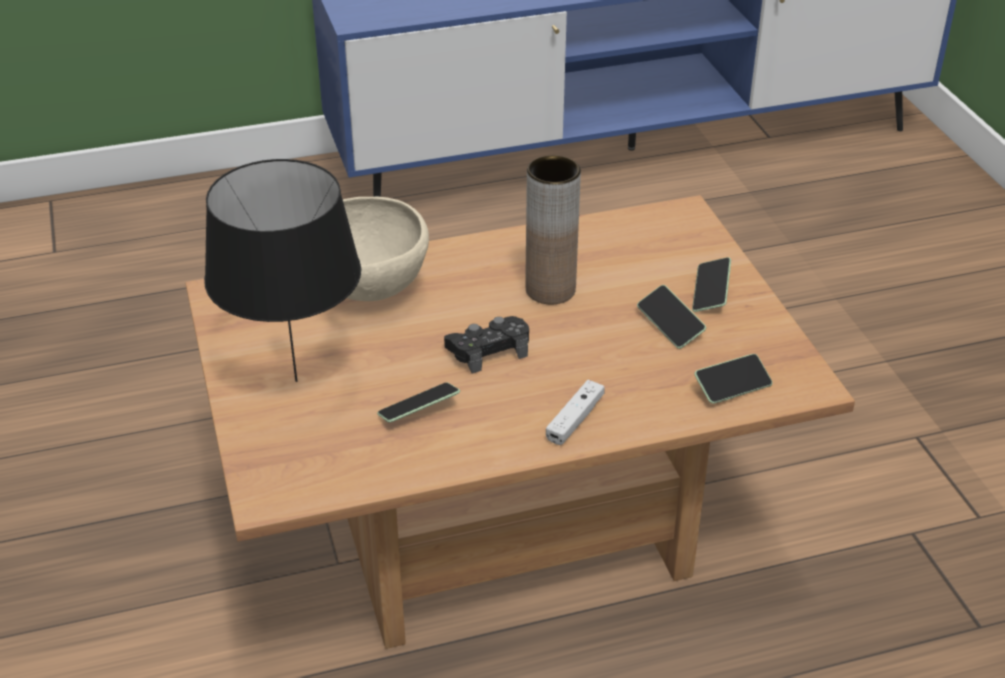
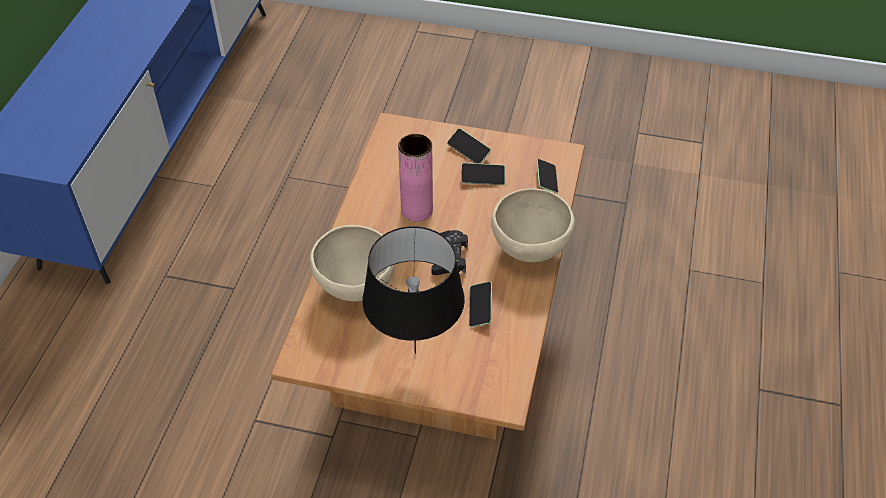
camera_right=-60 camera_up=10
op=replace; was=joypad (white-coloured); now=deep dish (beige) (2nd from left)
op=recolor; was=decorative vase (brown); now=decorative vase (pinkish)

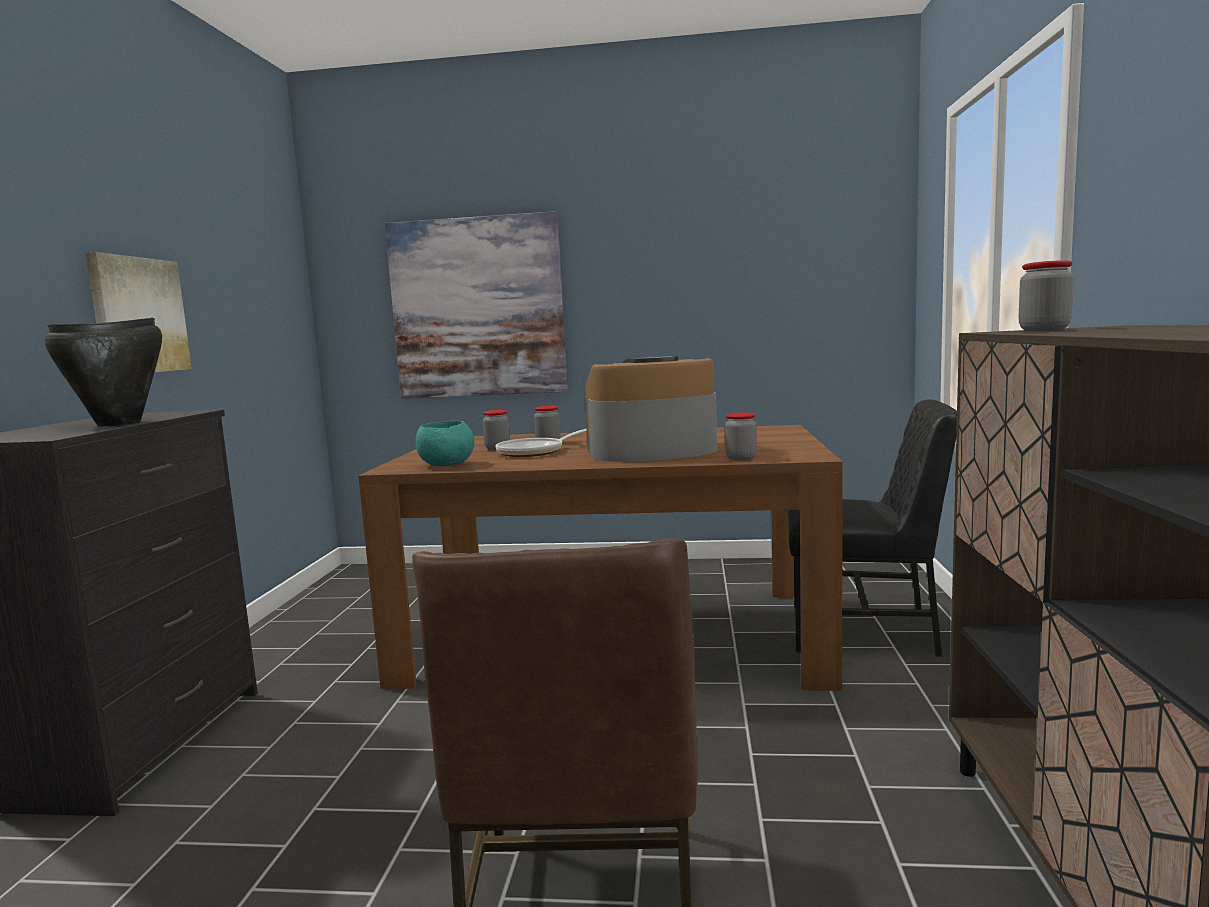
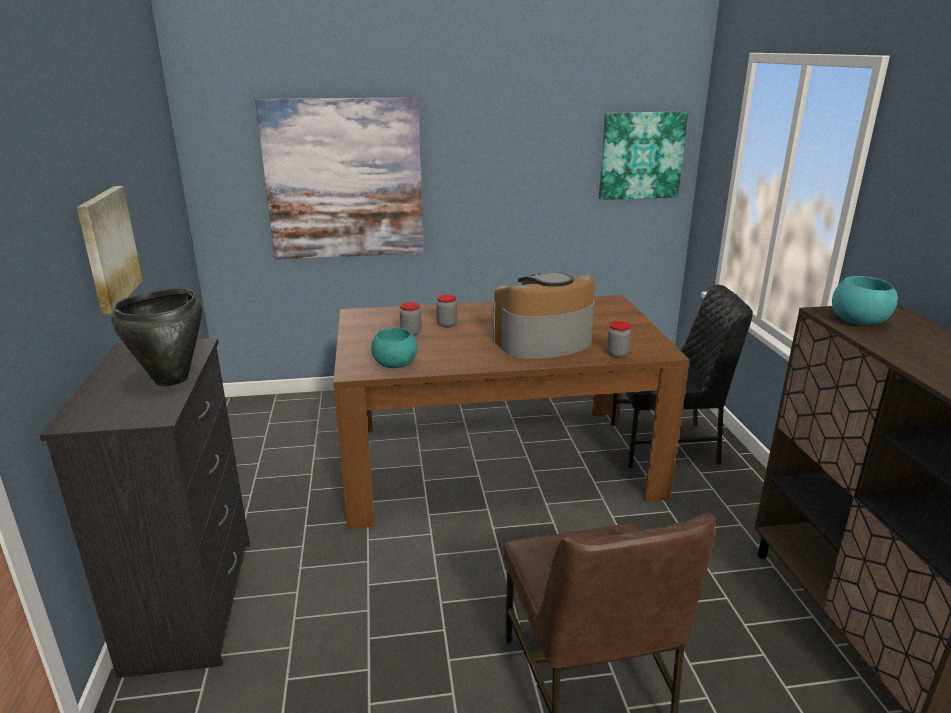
camera_right=-15 camera_up=15
op=delete; was=pan
op=insert; now=wall art (3rd from left)
op=replace; was=preserve jar (4th from left); now=deep dish (blue-green) (2nd from left)

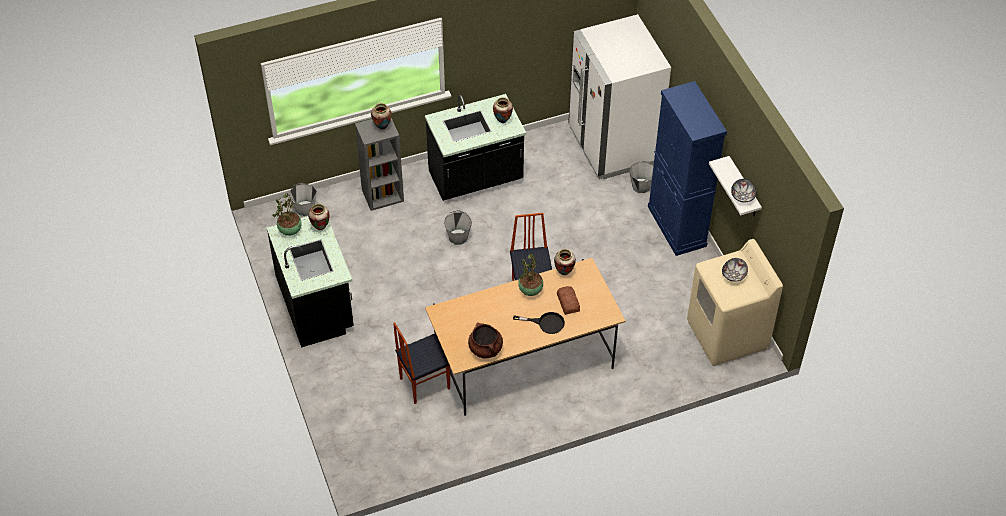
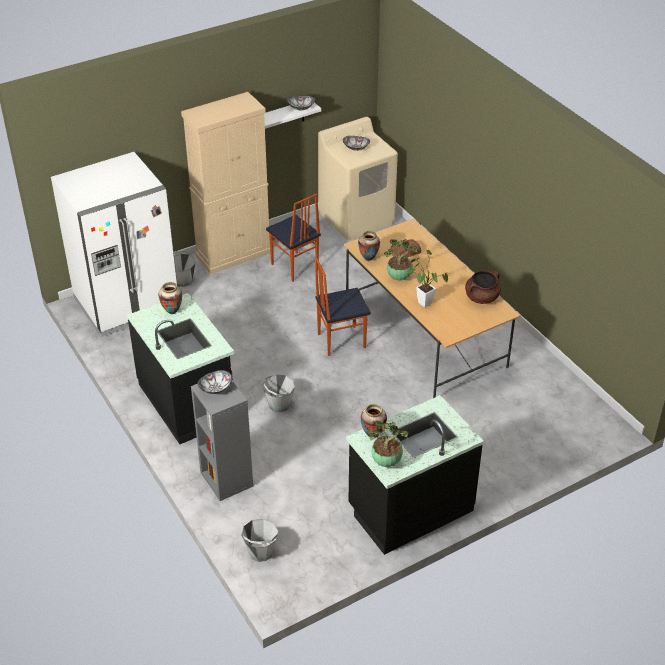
camera_right=-100 camera_up=-10
op=delete; was=pan (black)
op=insert; now=potted plant (3rd from left)
op=move; was=chair (1st from left)
op=replace; was=decorative vase (2nd from left); now=deep dish (1st from left)
op=recolor; was=cupboard (blue); now=cupboard (beige)

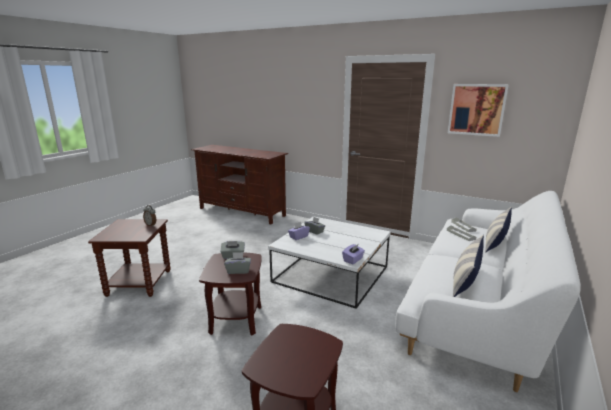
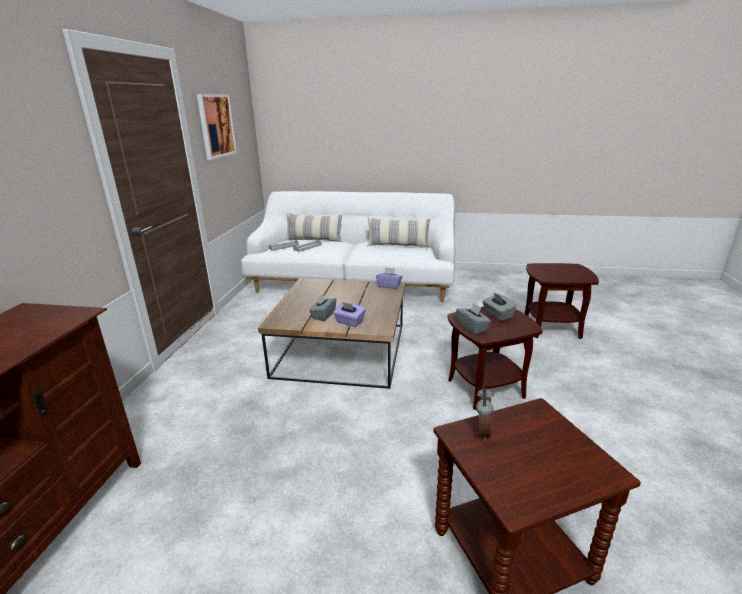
camera_right=-110 camera_up=5
op=recolor; was=lounge table (white-coloured); now=lounge table (brown)

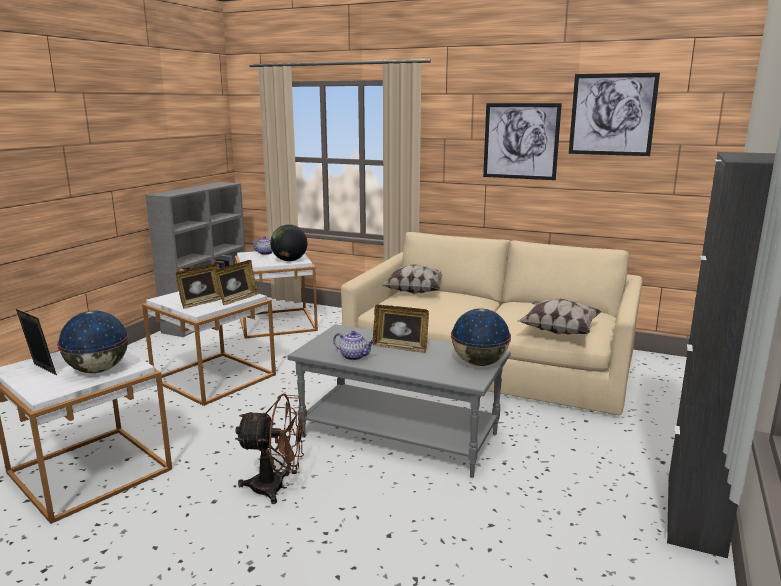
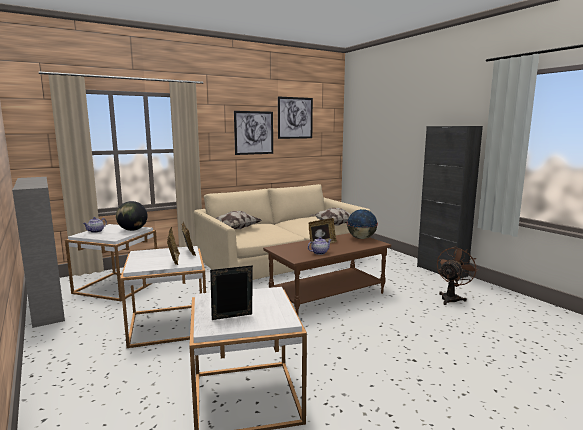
camera_right=-55 camera_up=-5
op=delete; was=world globe (1st from left)
op=move; was=cooling fan (brown)
op=recolor; was=lounge table (greyish); now=lounge table (brown)

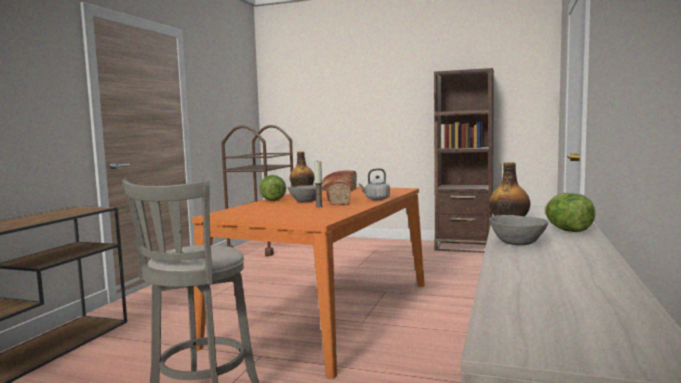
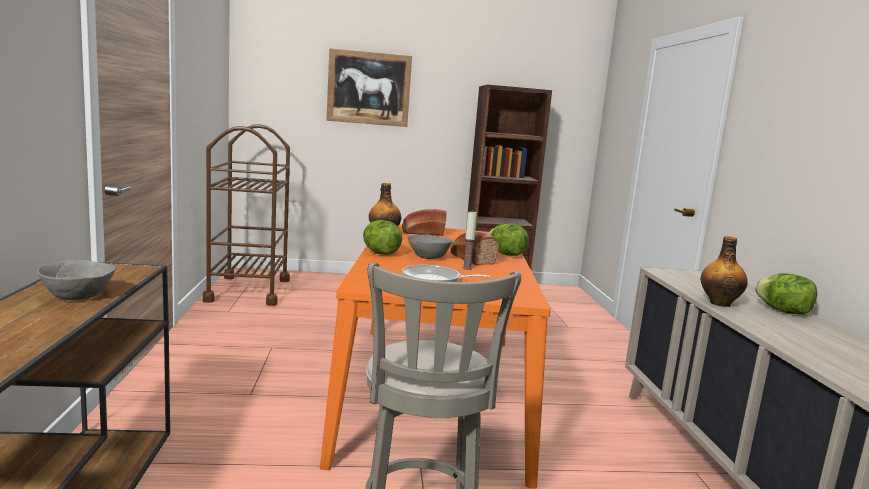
camera_right=-25 camera_up=5
op=insert; now=wall art
op=insert; now=pan
op=move; was=deep dish (greyish) (2nd from left in the first image); now=deep dish (greyish) (1st from left)
op=replace; was=tea kettle (greyish); now=head of lettuce (2nd from left)

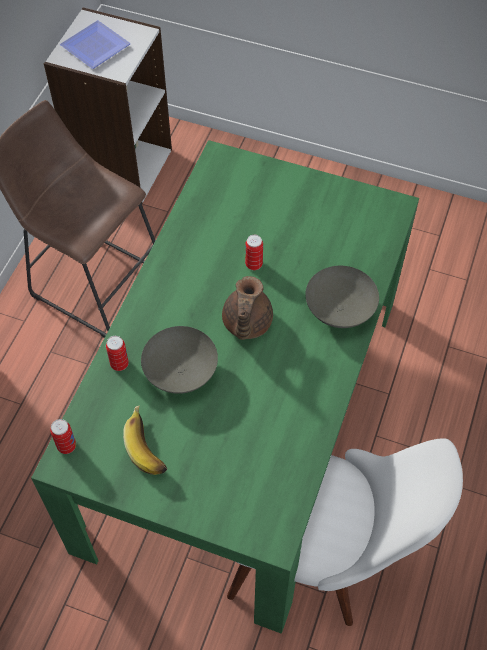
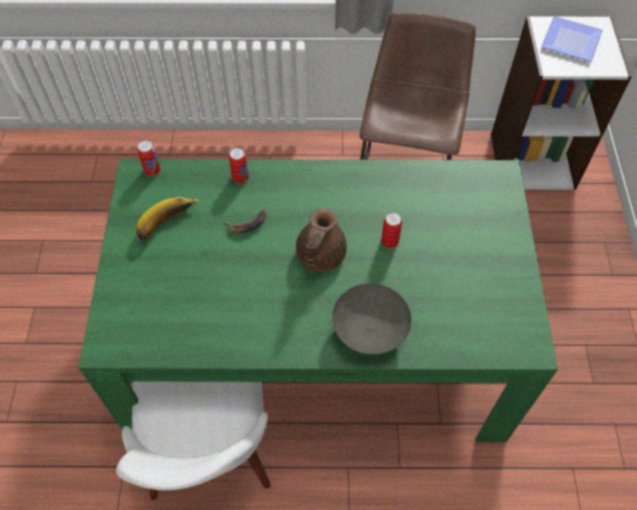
camera_right=70 camera_up=0
op=replace; was=deep dish (greyish) (1st from left); now=banana (2nd from left)
op=rotate; was=tea pot (brown); clockwise=-60

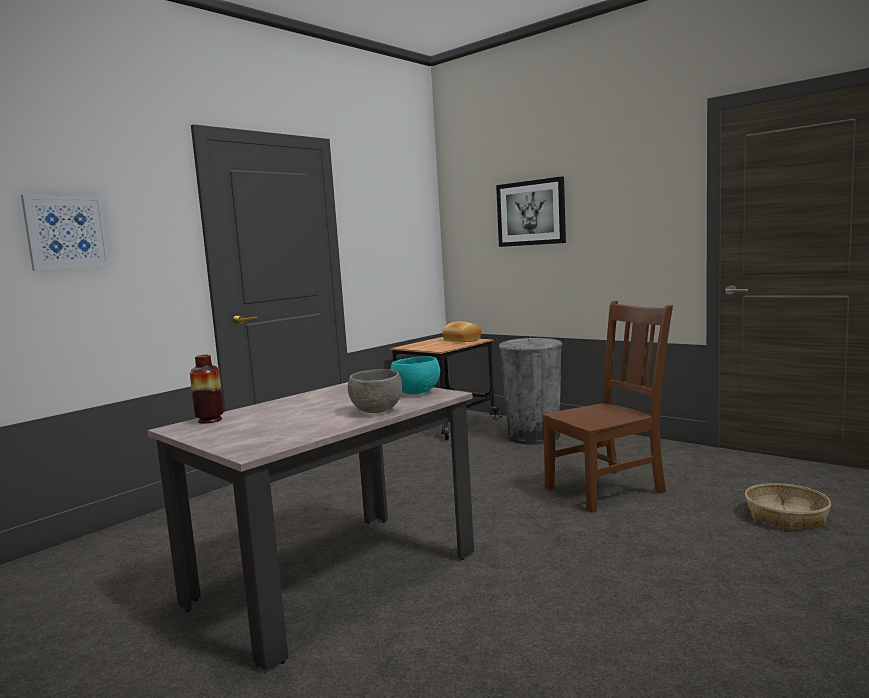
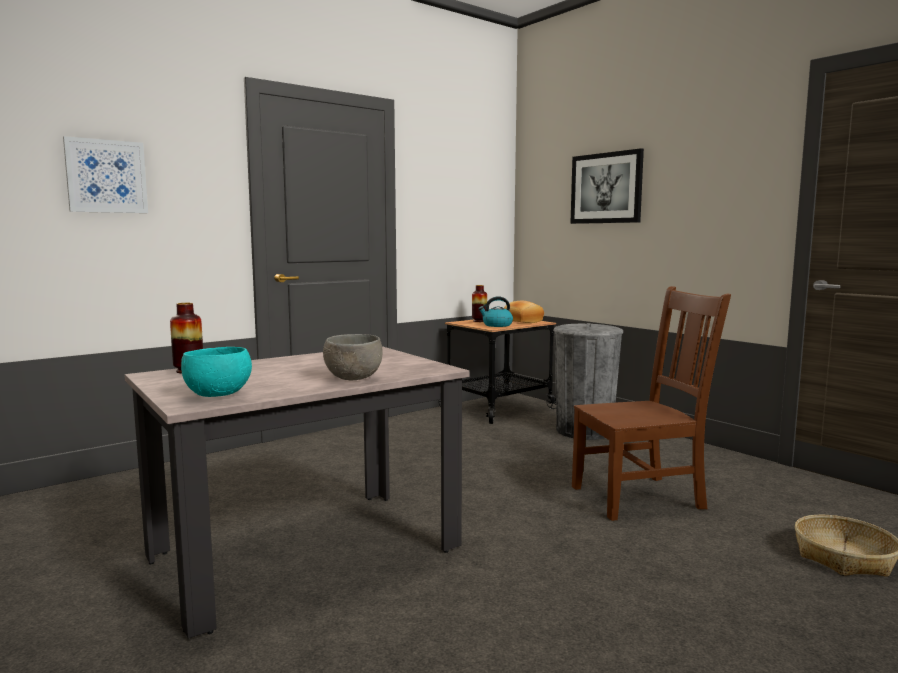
camera_right=10 camera_up=0
op=insert; now=decorative vase (2nd from left)
op=insert; now=tea kettle
op=move; was=deep dish (blue-green)

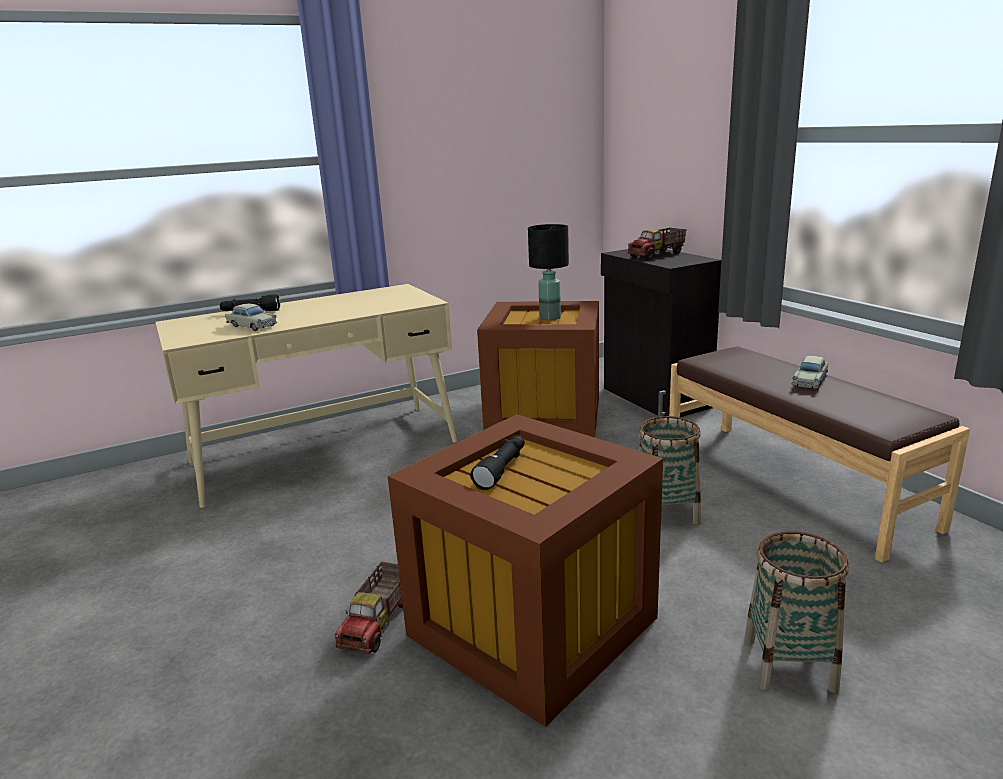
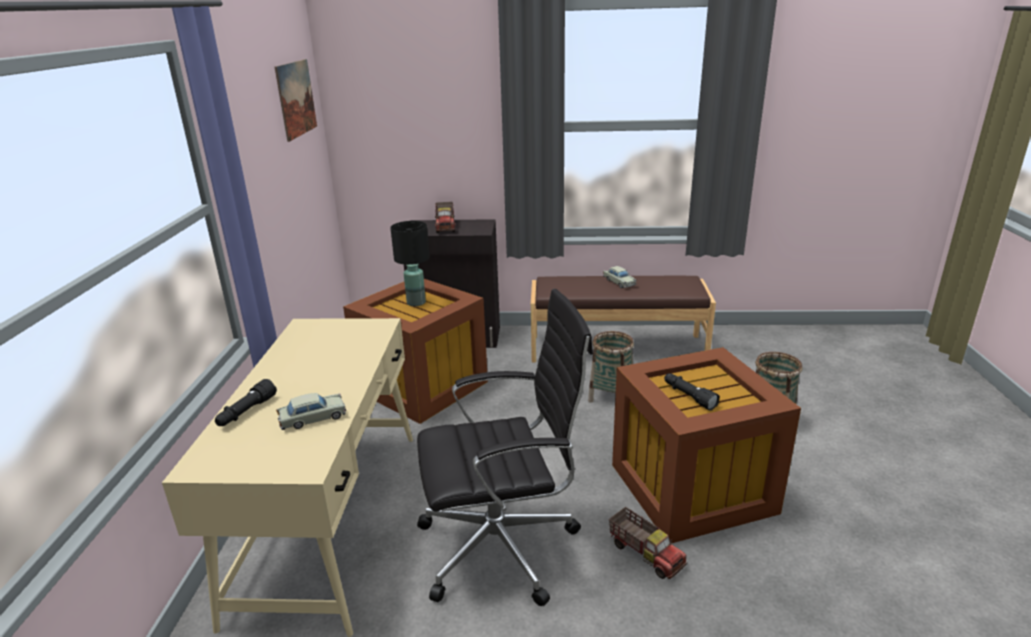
camera_right=-60 camera_up=5
op=insert; now=wall art
op=insert; now=desk chair (black)

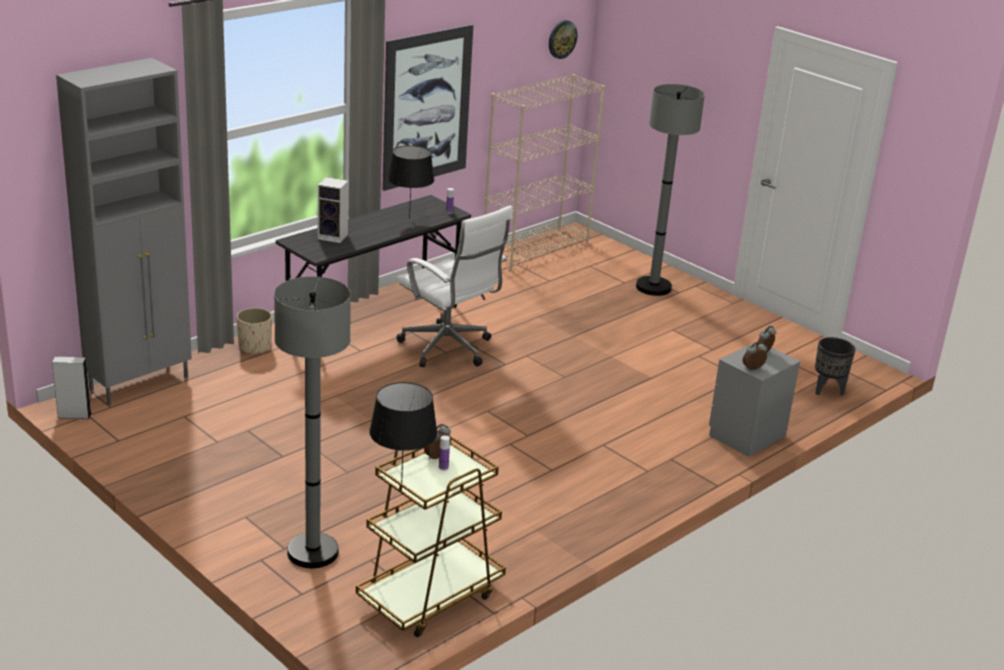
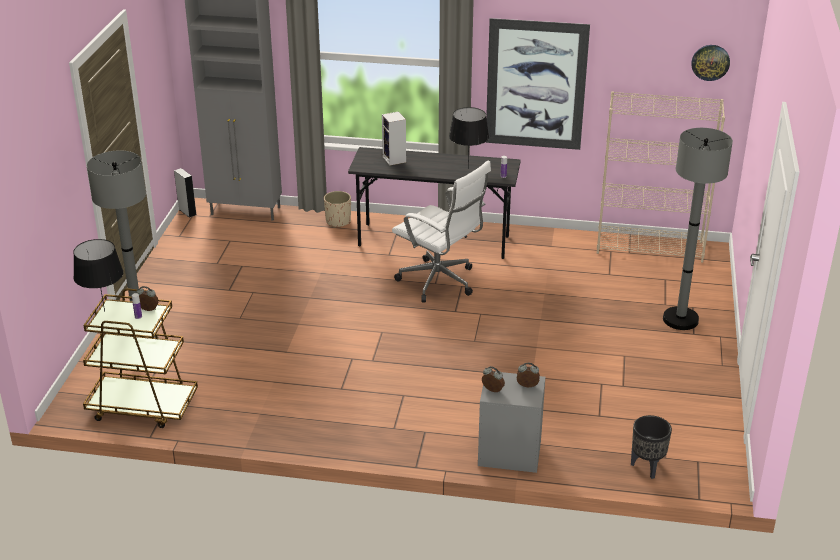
camera_right=55 camera_up=5
op=rotate; was=desk chair (white-coloured); clockwise=-60

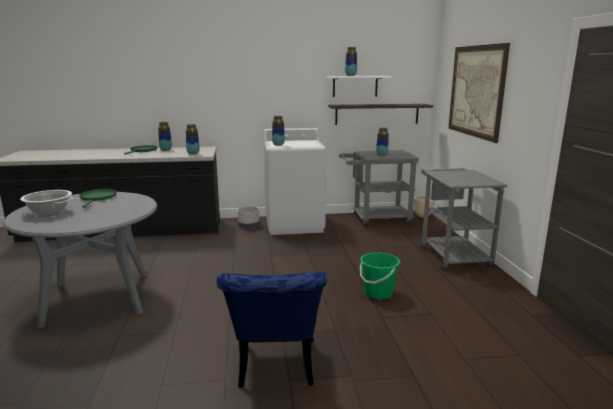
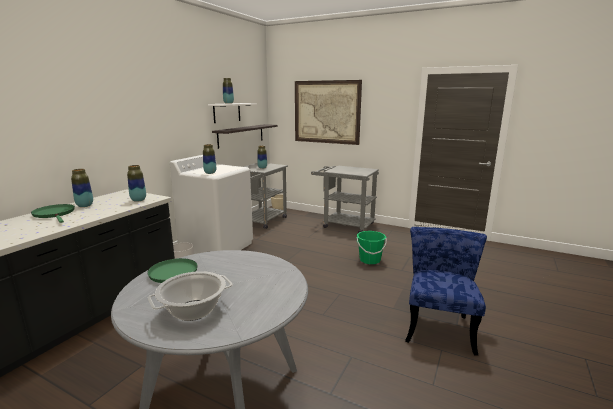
camera_right=-55 camera_up=0
op=rotate; was=chair (blue); clockwise=-105

